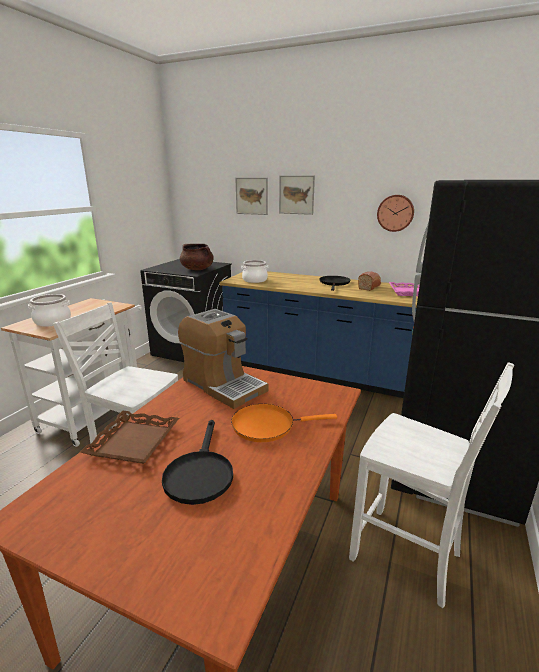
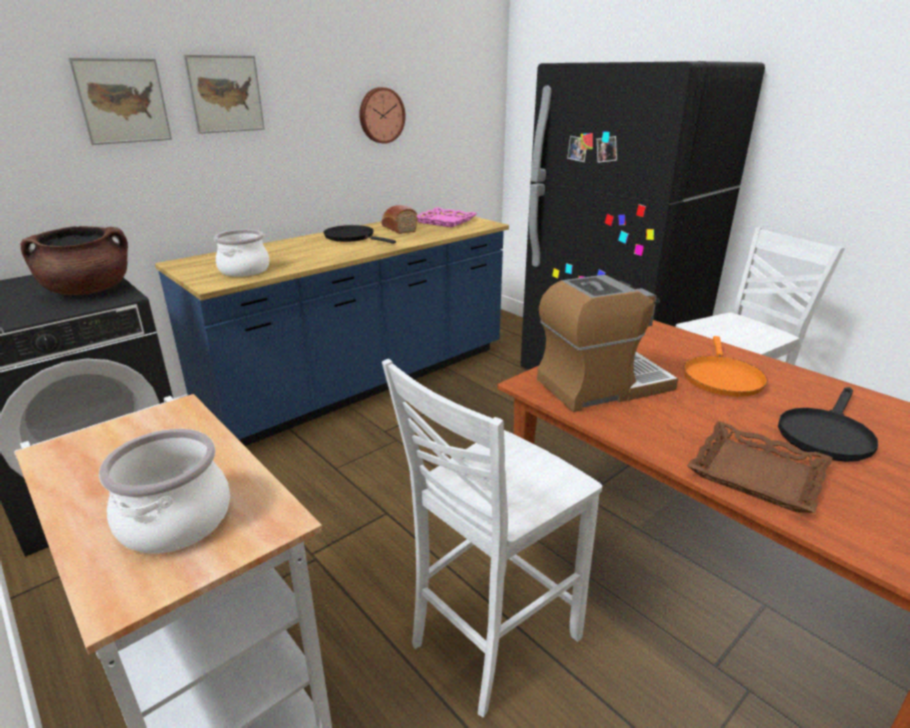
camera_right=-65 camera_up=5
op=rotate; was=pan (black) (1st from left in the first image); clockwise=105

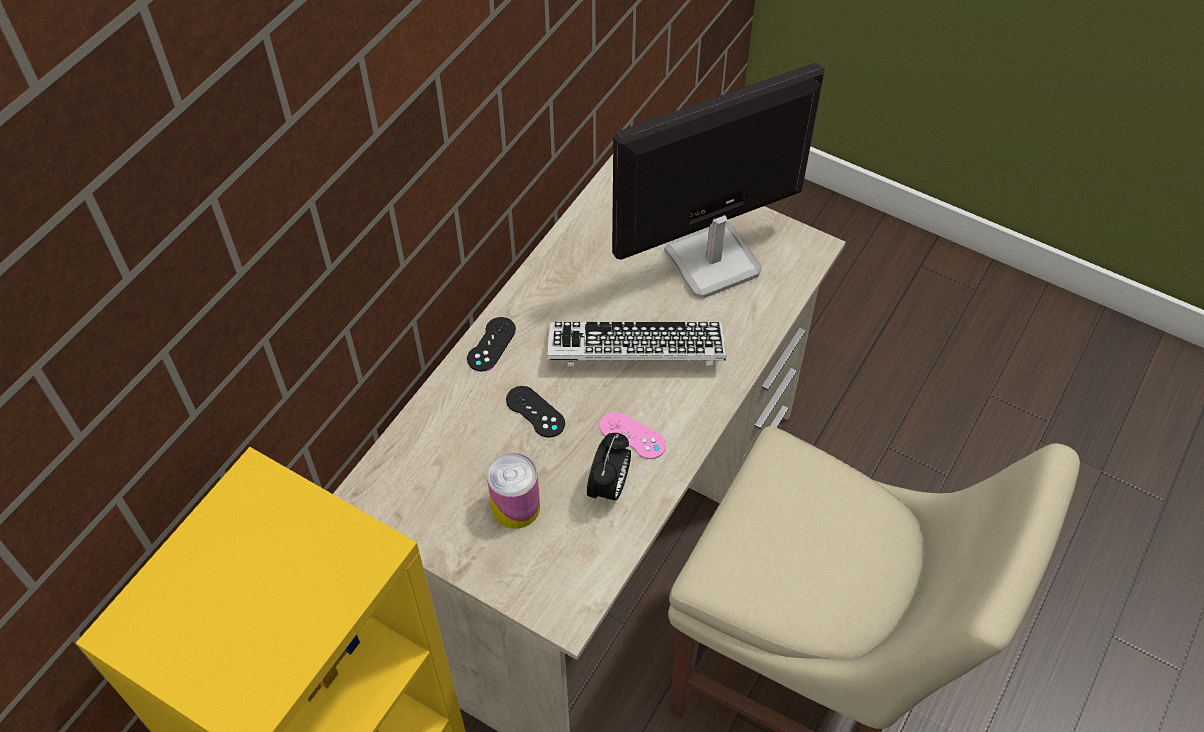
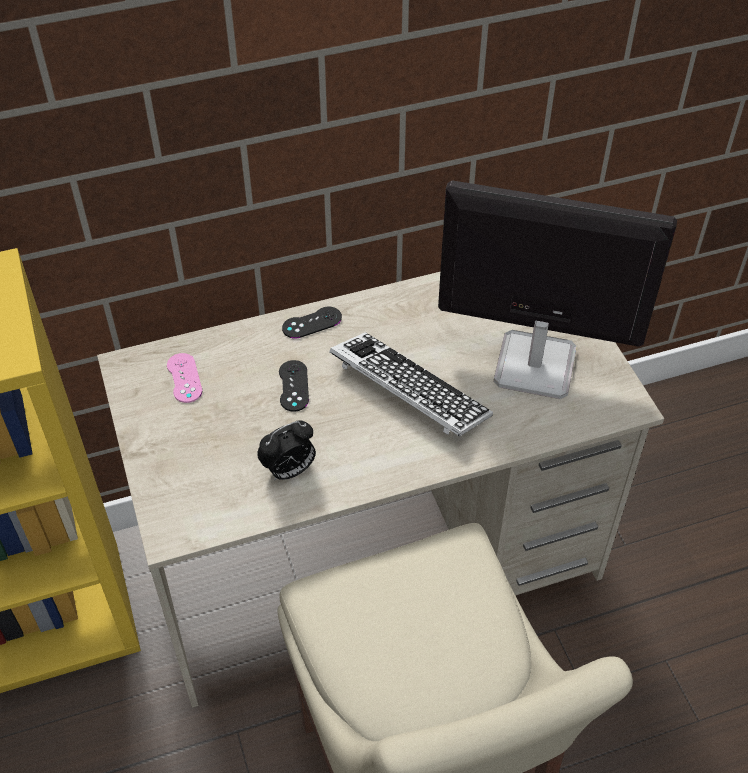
camera_right=40 camera_up=-5
op=delete; was=metal can
op=move; was=joypad (pinkish)

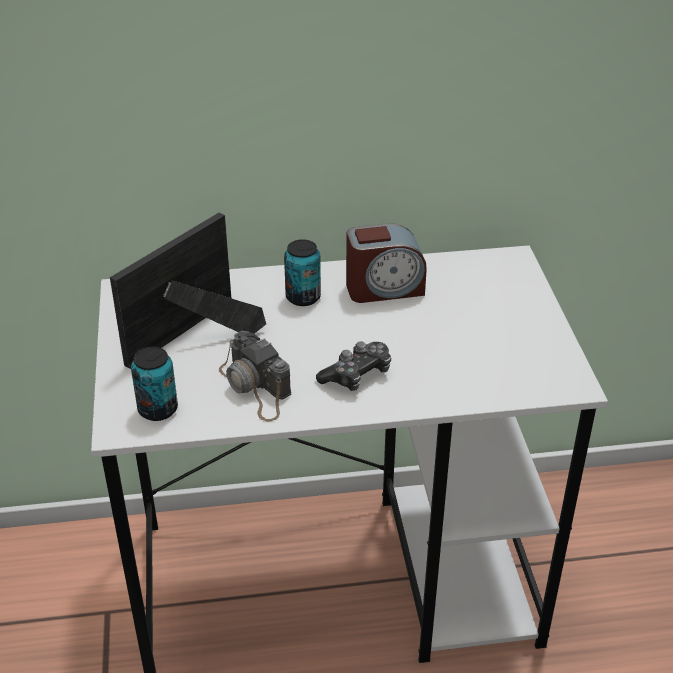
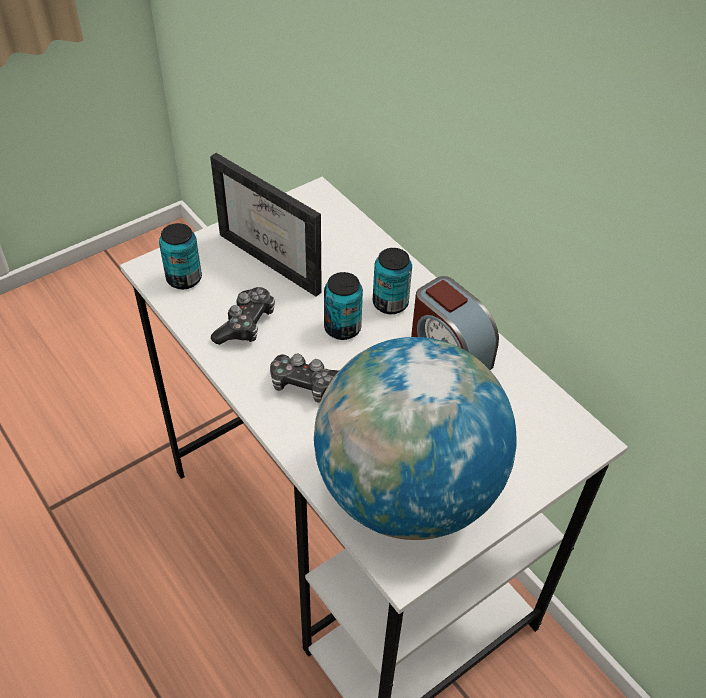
camera_right=60 camera_up=10
op=insert; now=world globe
op=insert; now=metal can (2nd from left)
op=replace; was=photo camera; now=joypad (1st from left)
op=rotate; was=standing frame; clockwise=-150

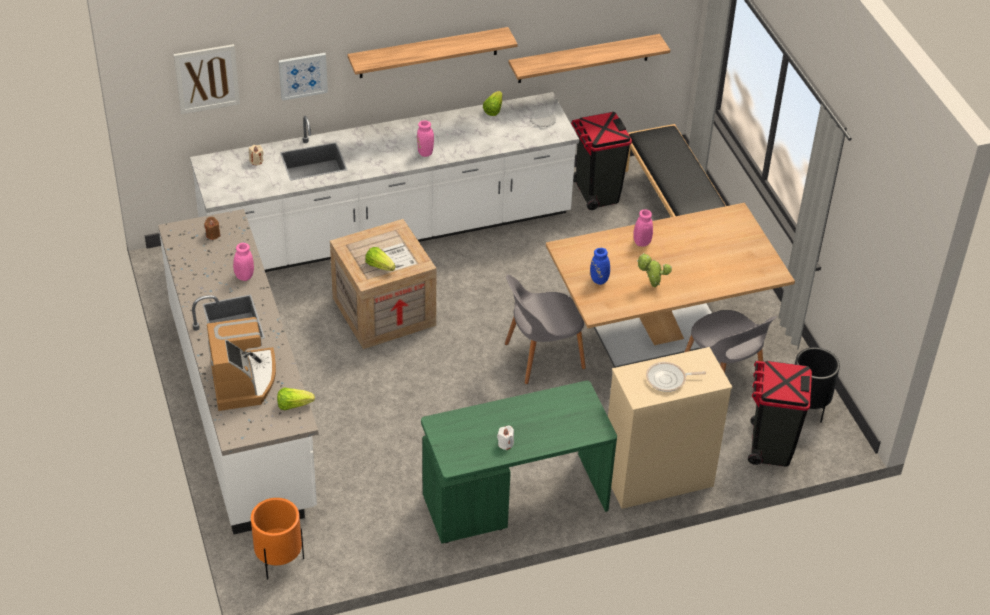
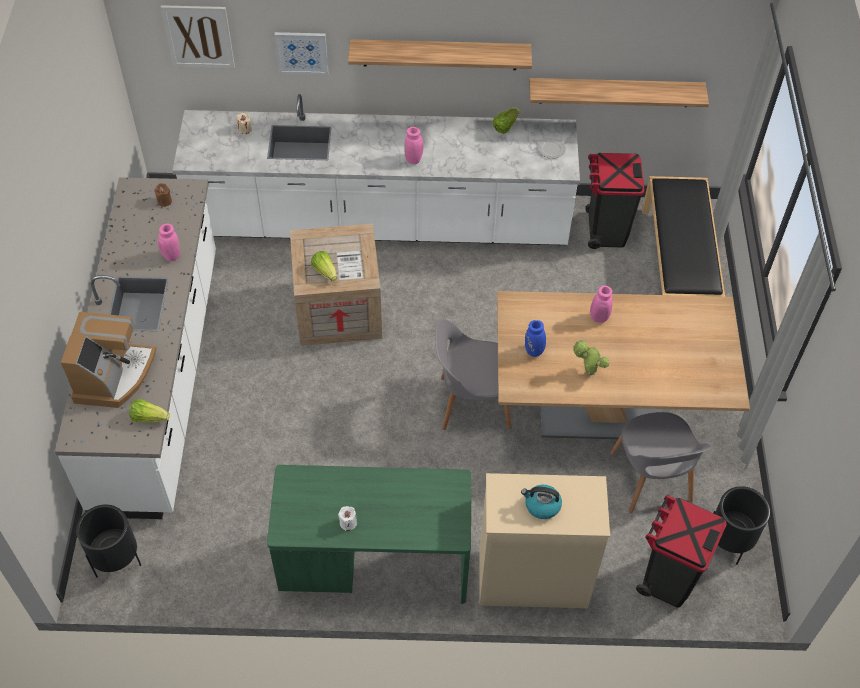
camera_right=20 camera_up=10
op=replace; was=pan; now=tea kettle
op=recolor; was=flower pot (orange); now=flower pot (black) (1st from left)

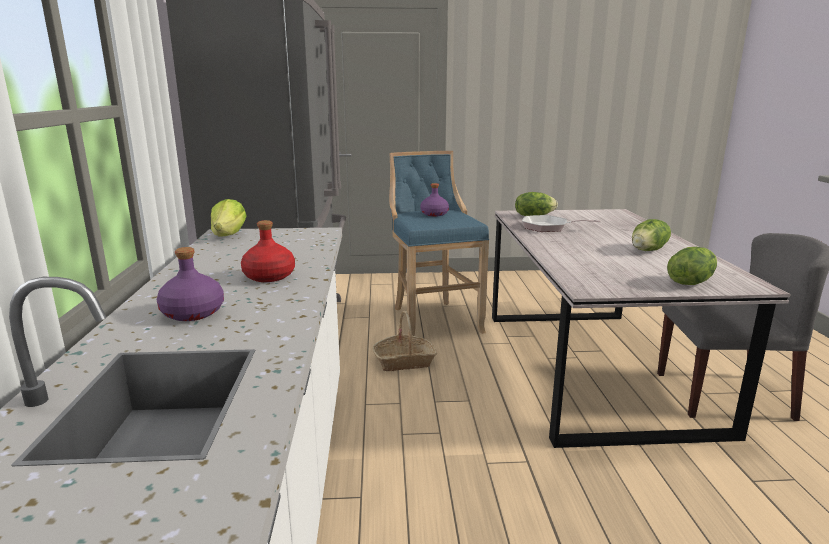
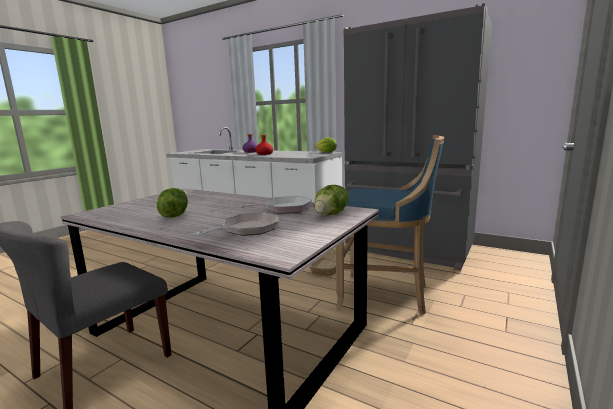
camera_right=125 camera_up=-5
op=delete; was=bottle (purple) (2nd from left)
op=delete; was=head of lettuce (4th from left)
op=insert; now=pan (1st from left)

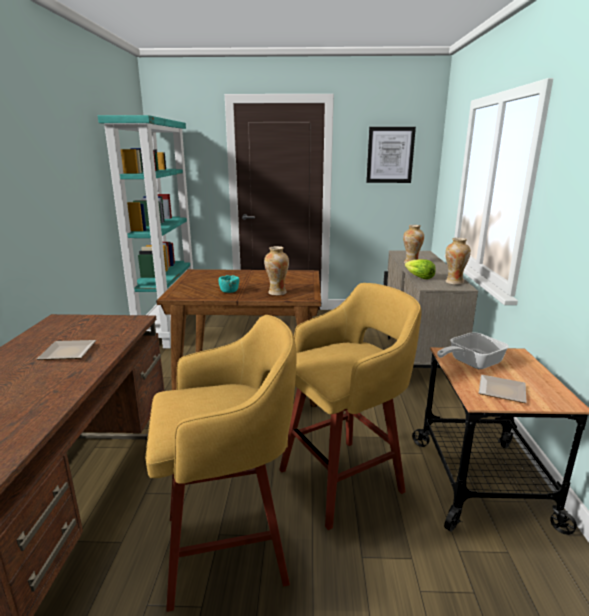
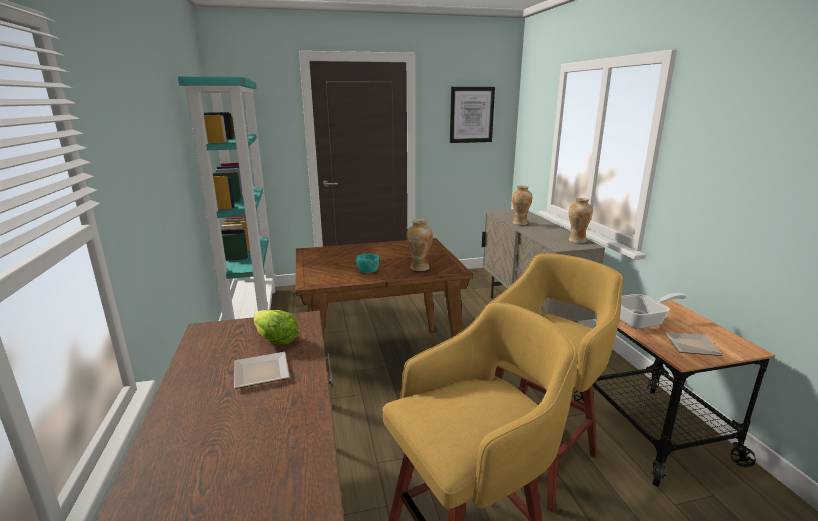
camera_right=-15 camera_up=0
op=move; was=head of lettuce
op=rotate; was=pan; clockwise=-150

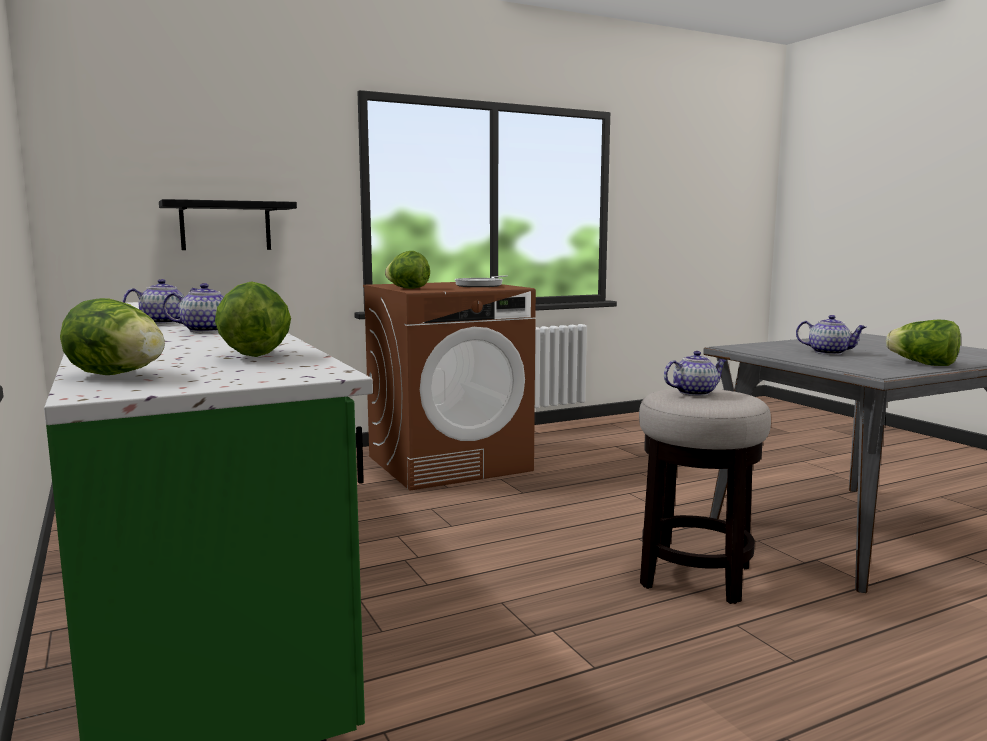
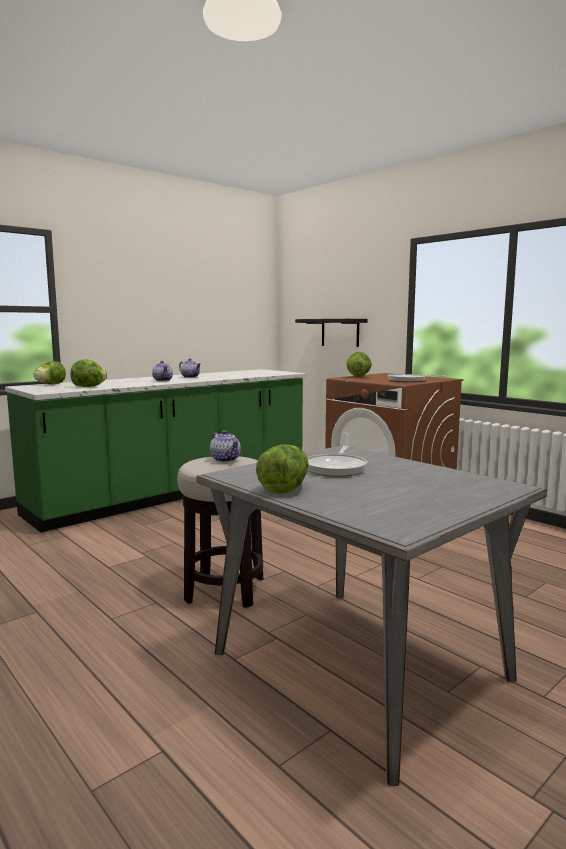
camera_right=75 camera_up=0
op=replace; was=tea pot (4th from left); now=pan (1st from left)

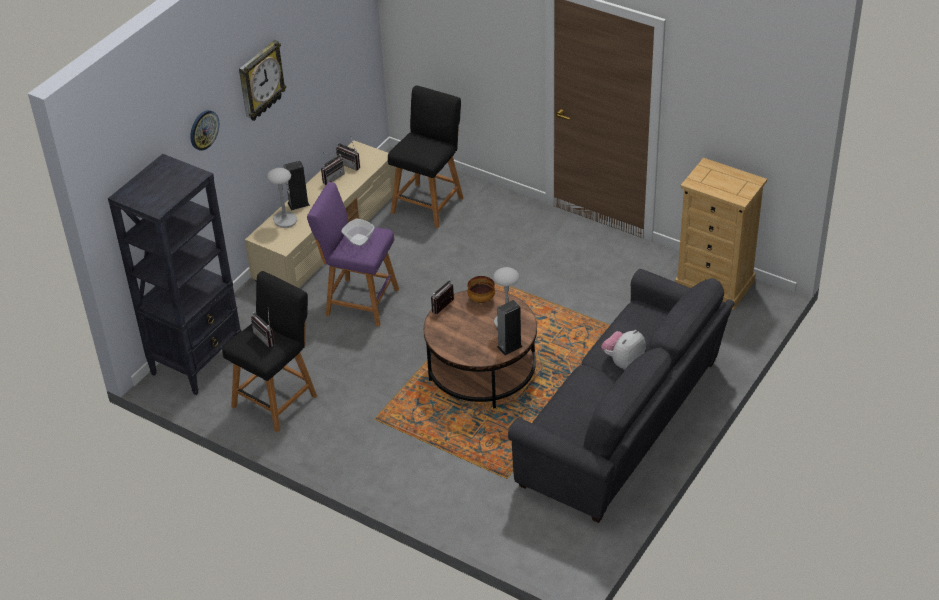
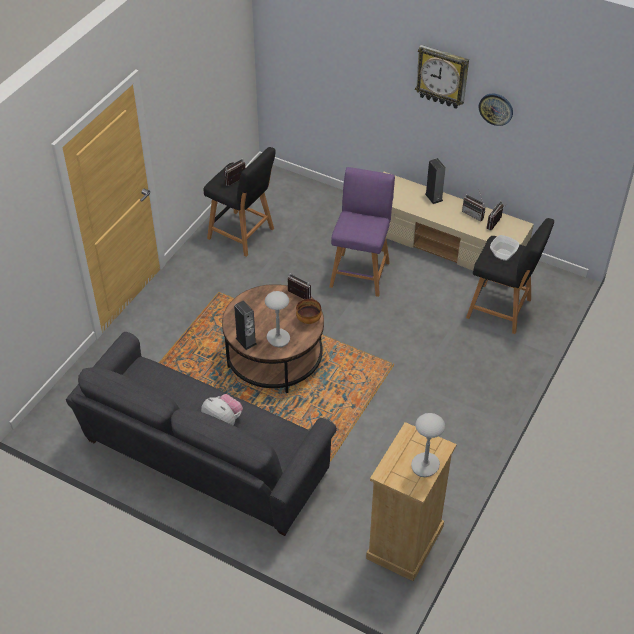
camera_right=85 camera_up=5
op=delete; was=bookcase (black)
op=move; was=hanging clock (1st from left in the first image); now=hanging clock (2nd from left)
op=move; was=lamp for a table (greyish) (1st from left in the first image); now=lamp for a table (greyish) (2nd from left)
op=move; was=deep dish (1st from left in the first image); now=deep dish (2nd from left)

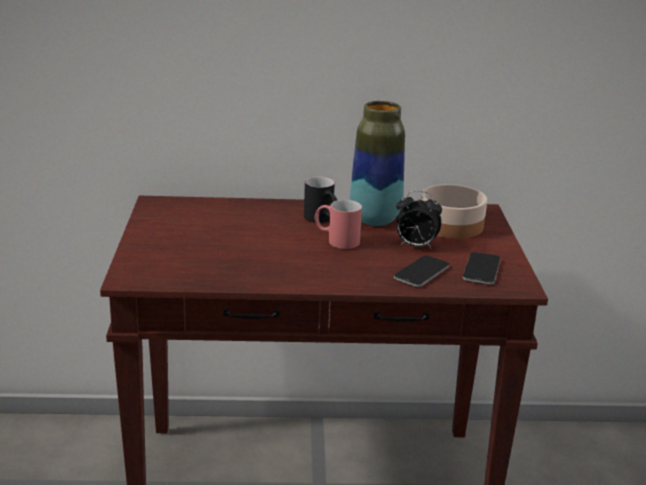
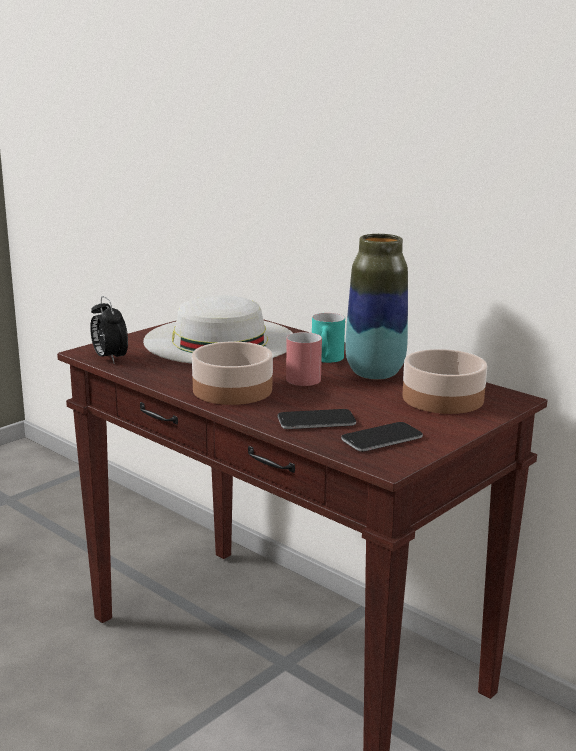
camera_right=45 camera_up=-5
op=insert; now=clothing hat (white-coloured)
op=insert; now=deep dish (1st from left)
op=move; was=bedside clock
op=recolor; was=tea mug (black); now=tea mug (blue-green)

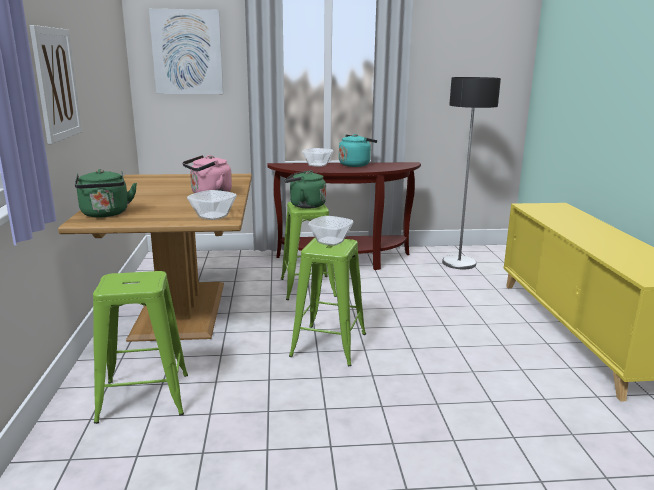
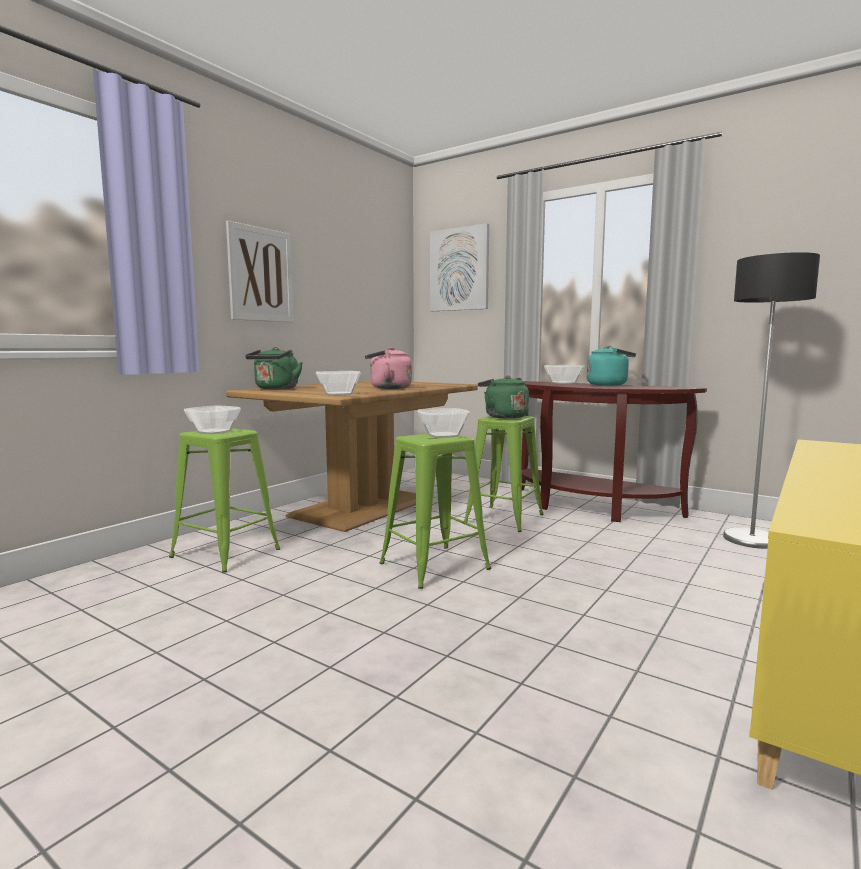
camera_right=40 camera_up=-10
op=insert; now=deep dish (1st from left)

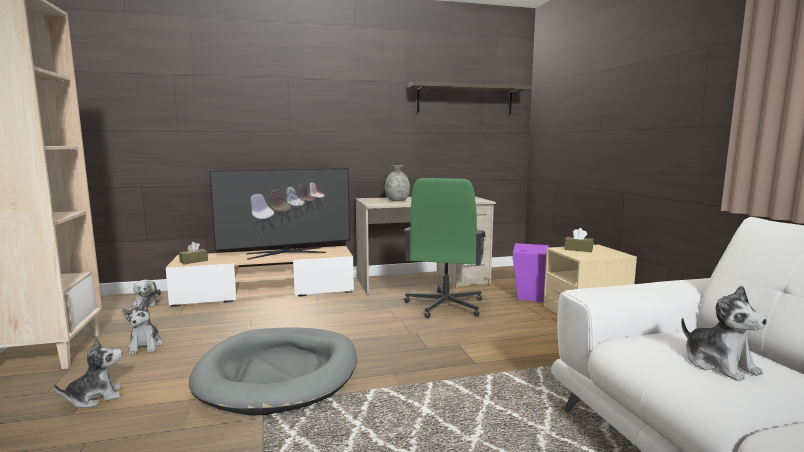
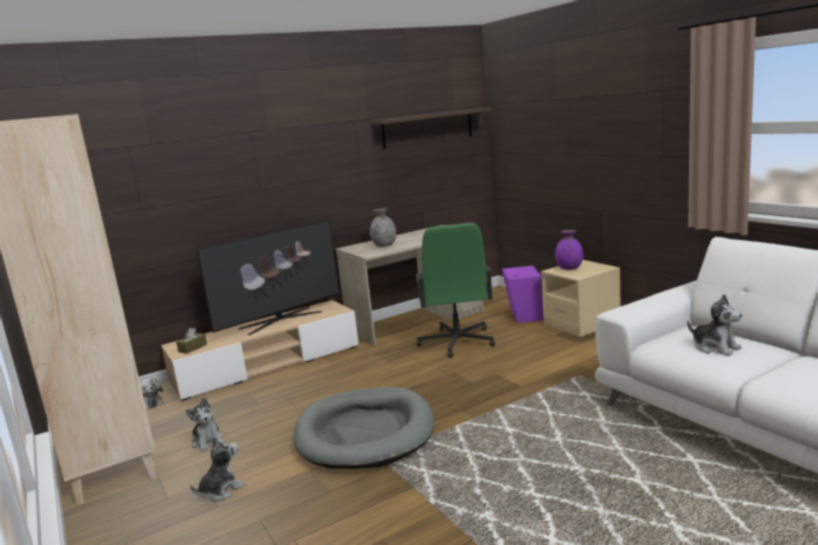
camera_right=-15 camera_up=5
op=replace; was=tissue holder (brown) (2nd from left); now=decorative vase (purple)

